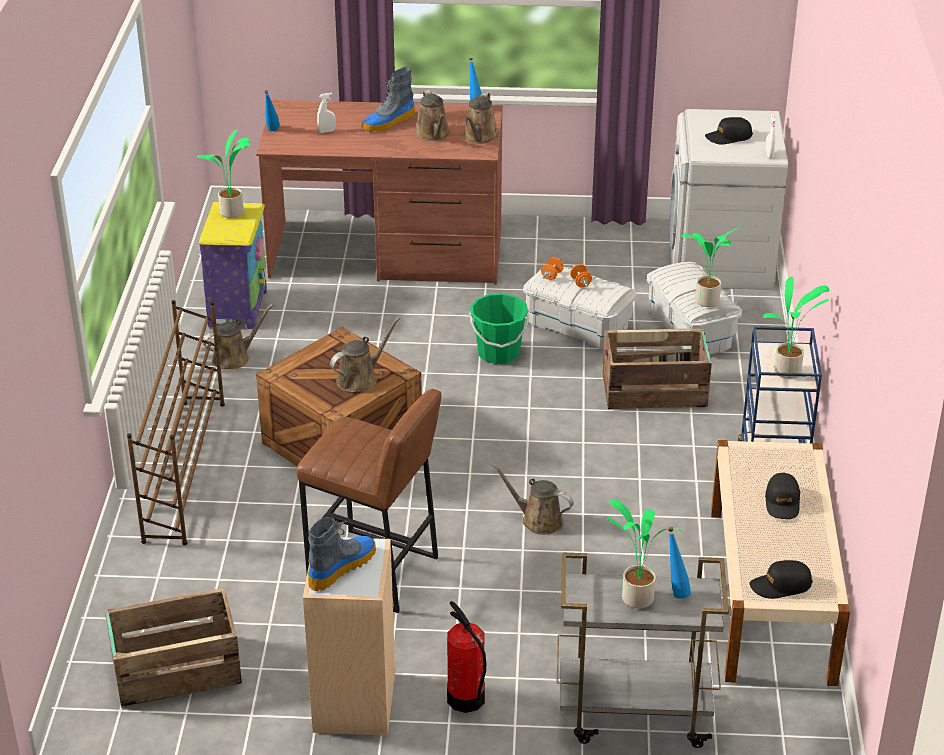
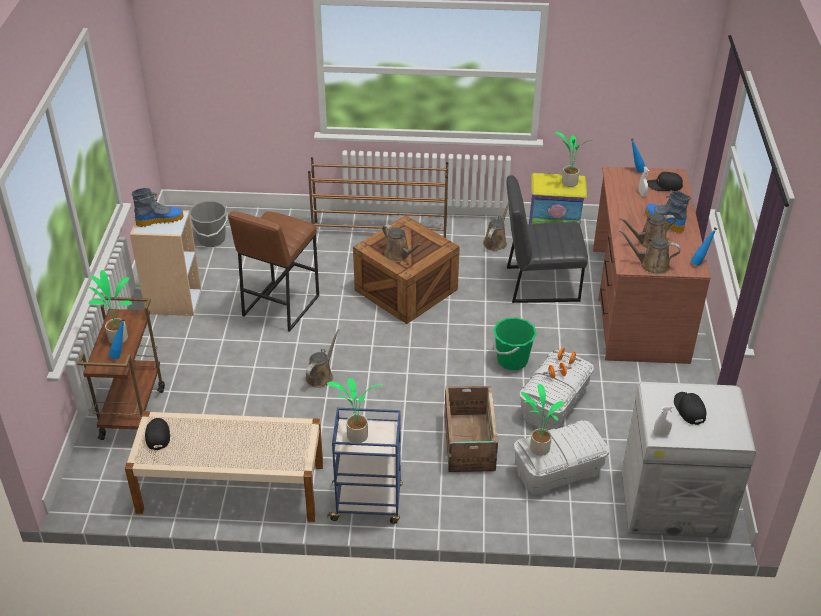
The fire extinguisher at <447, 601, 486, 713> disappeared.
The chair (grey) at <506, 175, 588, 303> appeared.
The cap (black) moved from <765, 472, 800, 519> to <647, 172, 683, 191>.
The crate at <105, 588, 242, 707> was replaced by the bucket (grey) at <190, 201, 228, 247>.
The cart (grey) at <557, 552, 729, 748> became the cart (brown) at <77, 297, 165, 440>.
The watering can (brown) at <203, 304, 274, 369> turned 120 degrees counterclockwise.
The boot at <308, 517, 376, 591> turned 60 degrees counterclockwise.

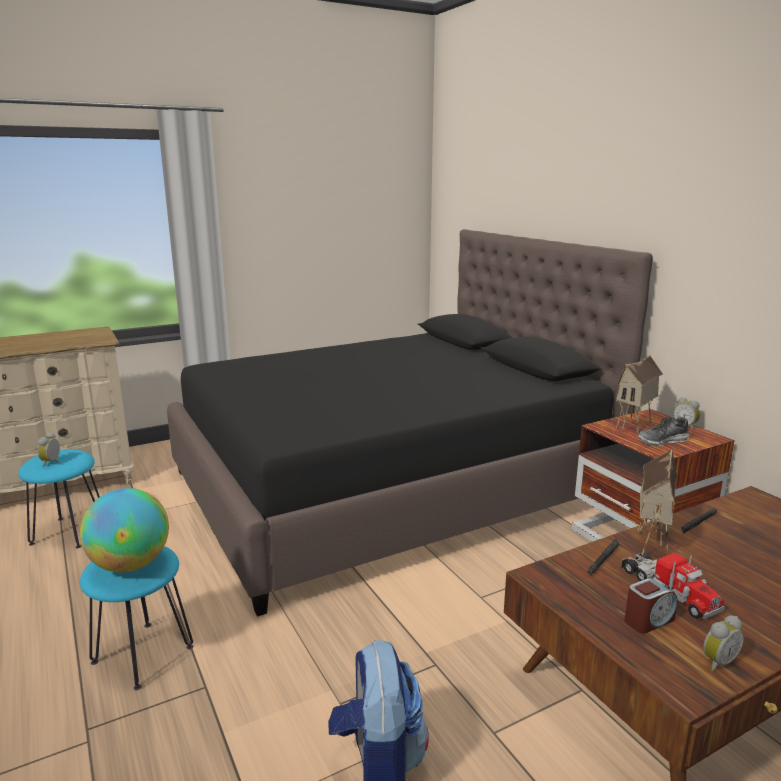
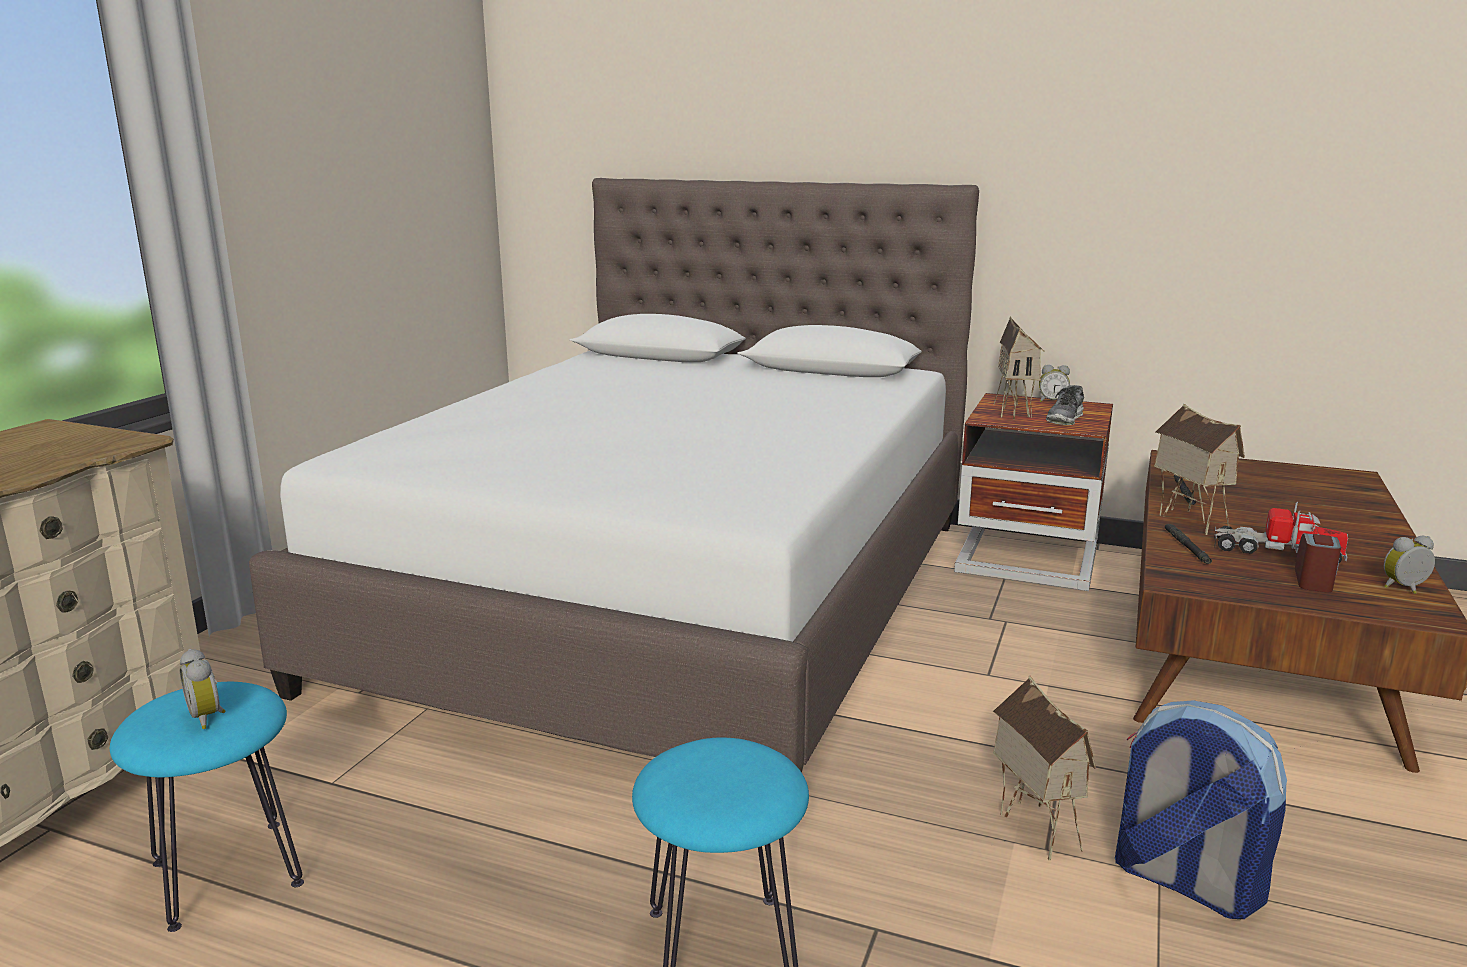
The globe at <80, 488, 169, 572> disappeared.
The toy house at <993, 676, 1096, 860> appeared.
The bed (black) at <167, 229, 653, 617> became the bed (white) at <249, 178, 979, 772>.
The alarm clock at <703, 616, 744, 672> turned 120 degrees counterclockwise.

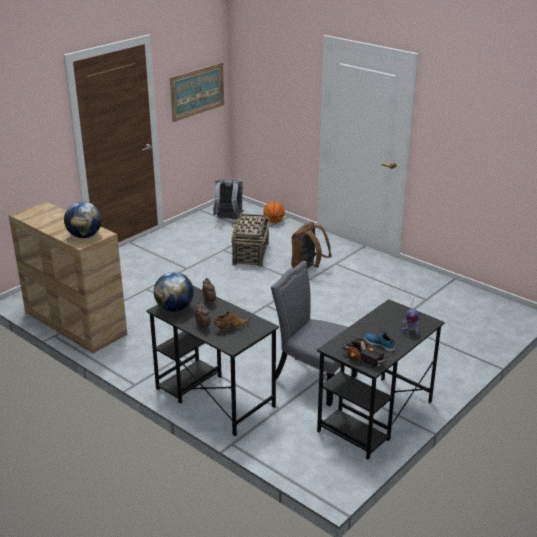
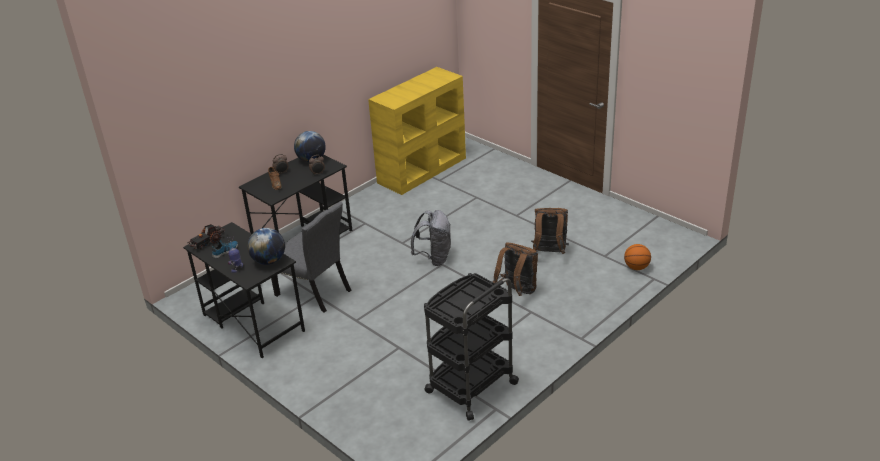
The picture at <170, 62, 224, 122> disappeared.
The cart (black) at <424, 273, 519, 421> appeared.
The globe moved from <64, 201, 102, 238> to <247, 228, 285, 265>.
The backpack (grey) moved from <213, 179, 244, 219> to <411, 210, 451, 266>.
The basket at <231, 211, 270, 267> was replaced by the backpack (brown) at <531, 208, 569, 254>.
The bookcase (brown) at <8, 201, 127, 353> became the bookcase (yellow) at <368, 67, 466, 195>.
The chair (grey) at <271, 261, 357, 406> turned 90 degrees clockwise.

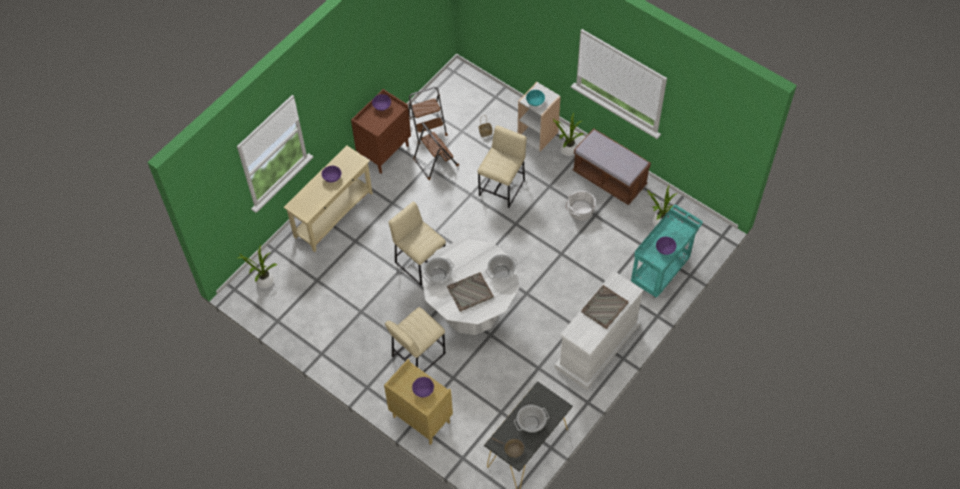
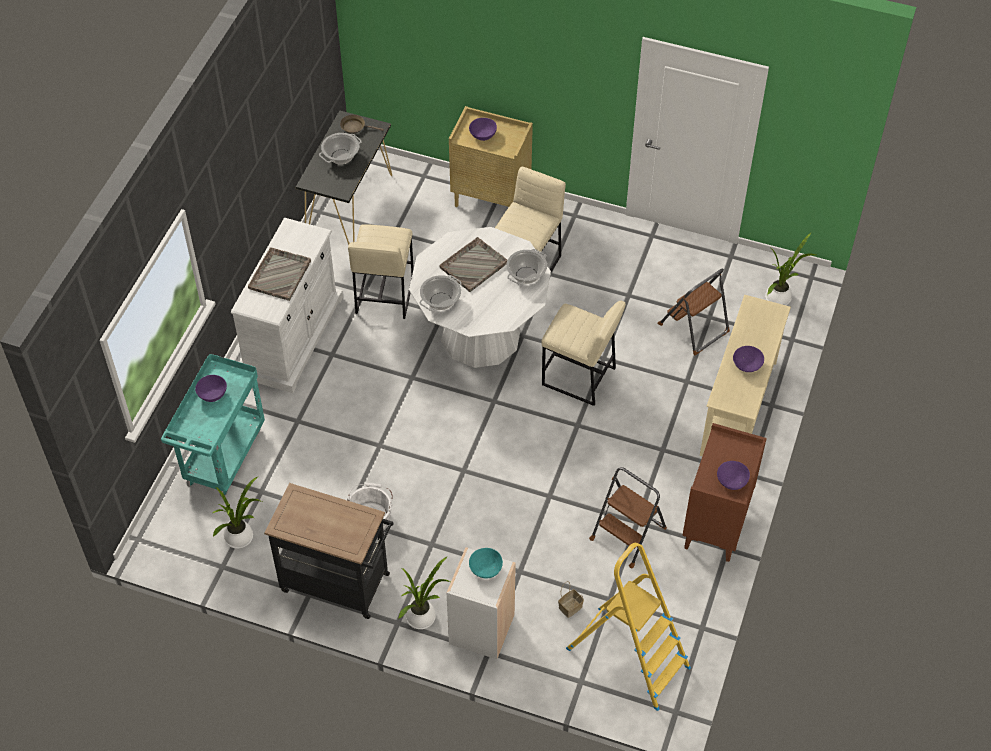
The step ladder (yellow) at <566, 543, 691, 711> appeared.
The step ladder (brown) moved from <409, 87, 448, 145> to <657, 268, 730, 356>.
The chair (beige) moved from <477, 125, 527, 208> to <348, 224, 414, 319>.
The bench (brown) at <572, 128, 651, 205> was replaced by the cart (black) at <264, 483, 394, 619>.

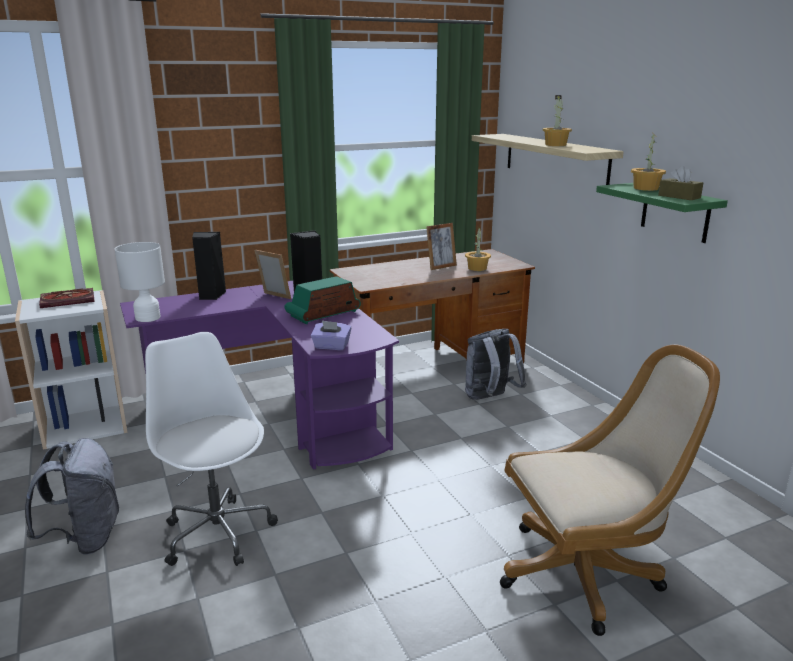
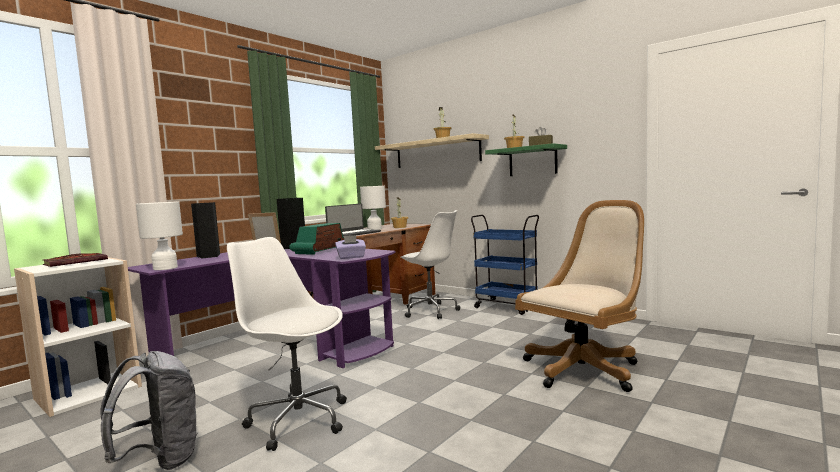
The laptop at <325, 203, 381, 237> appeared.
The cart (blue) at <471, 215, 539, 315> appeared.
The picture frame at <426, 223, 457, 270> was replaced by the table lamp (white) at <360, 186, 386, 230>.
The backpack (grey) at <465, 329, 526, 400> was replaced by the office chair (white) at <401, 210, 461, 319>.

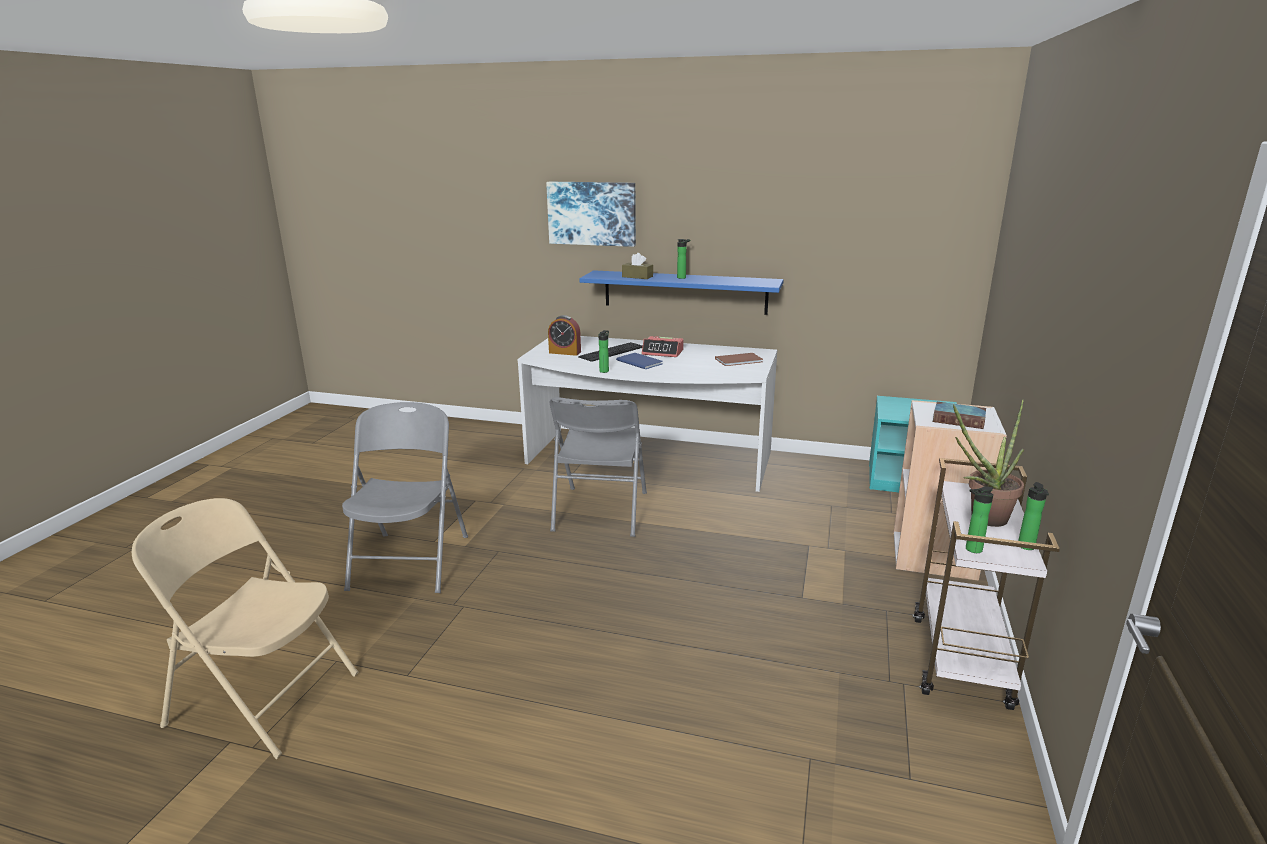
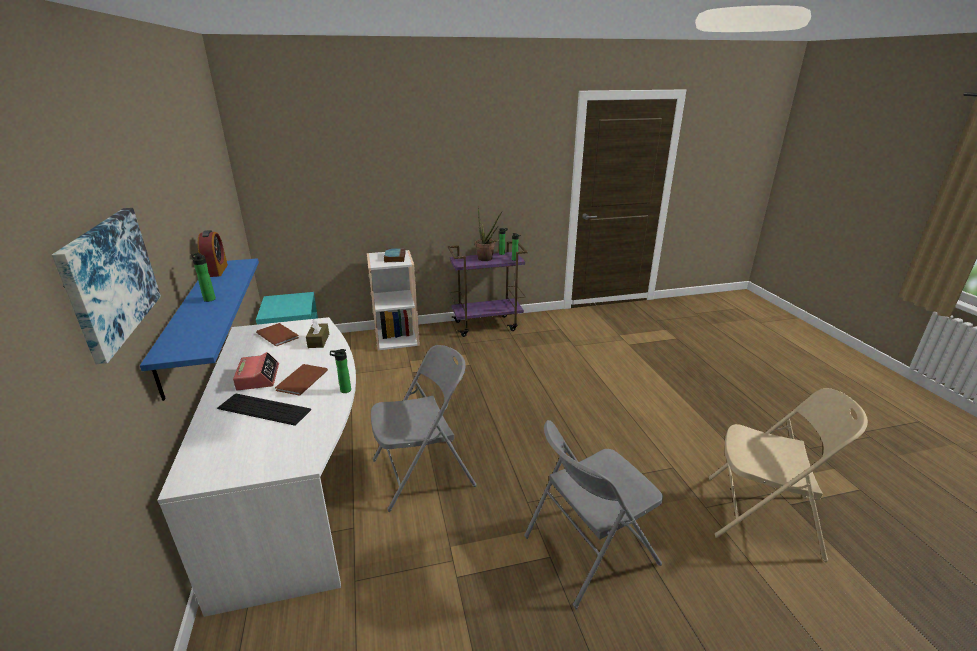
The alarm clock moved from <548, 315, 581, 356> to <198, 230, 228, 277>.
The tissue box (brown) moved from <622, 253, 653, 279> to <306, 319, 329, 348>.
The book (blue) at <616, 353, 663, 369> became the book (brown) at <275, 364, 328, 396>.
The cart (white) at <913, 458, 1060, 710> became the cart (purple) at <448, 241, 528, 337>.
The chair (beige) at <132, 498, 358, 759> turned 60 degrees counterclockwise.

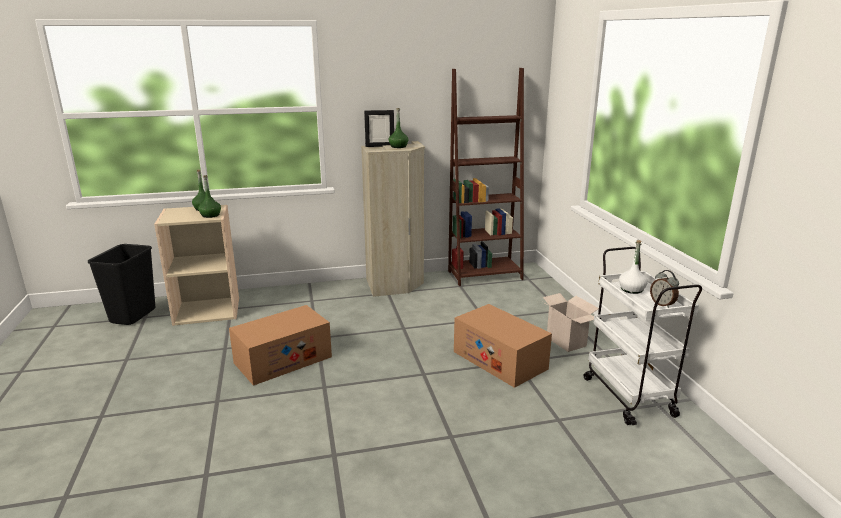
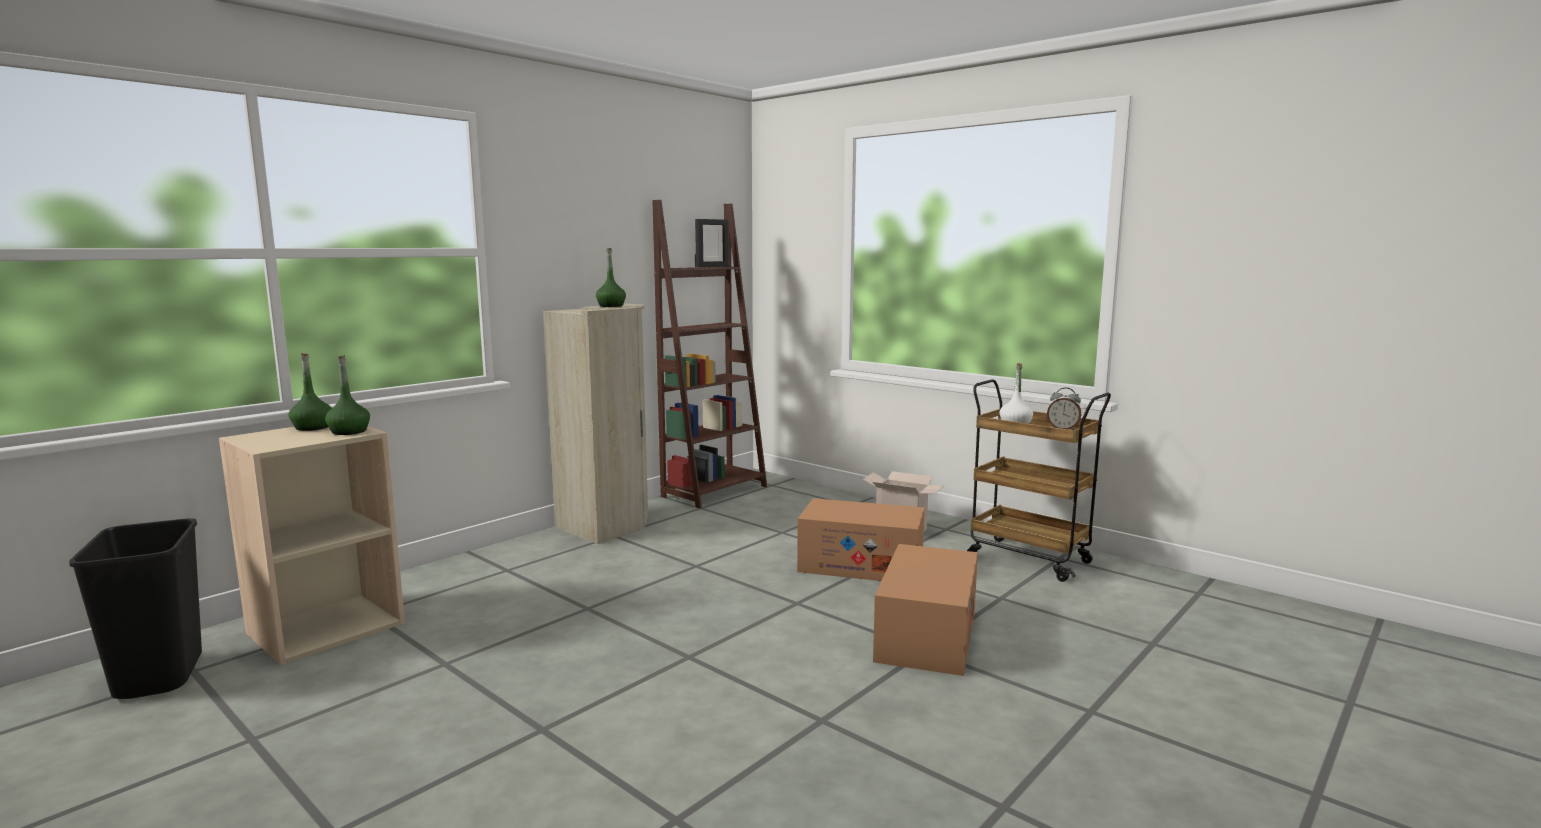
The cardboard box moved from <229, 305, 332, 386> to <873, 544, 978, 676>.
The picture frame moved from <364, 110, 394, 147> to <695, 219, 729, 267>.
The cart (white) at <584, 247, 702, 425> became the cart (brown) at <967, 379, 1111, 582>.

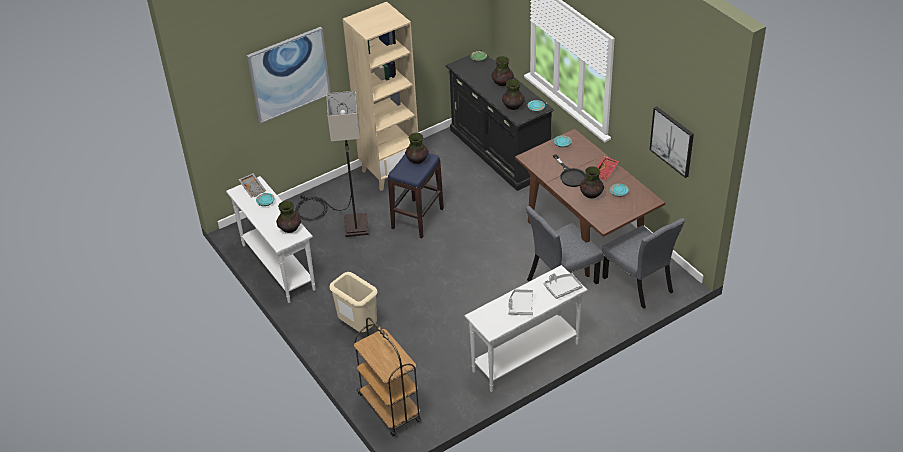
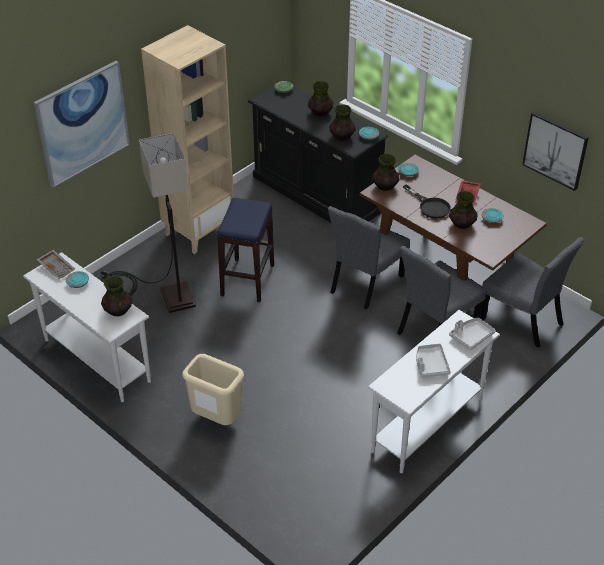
The cart (brown) at <354, 318, 421, 436> disappeared.
The chair (grey) at <328, 206, 410, 310> appeared.
The vase moved from <405, 133, 429, 164> to <373, 154, 399, 191>.

